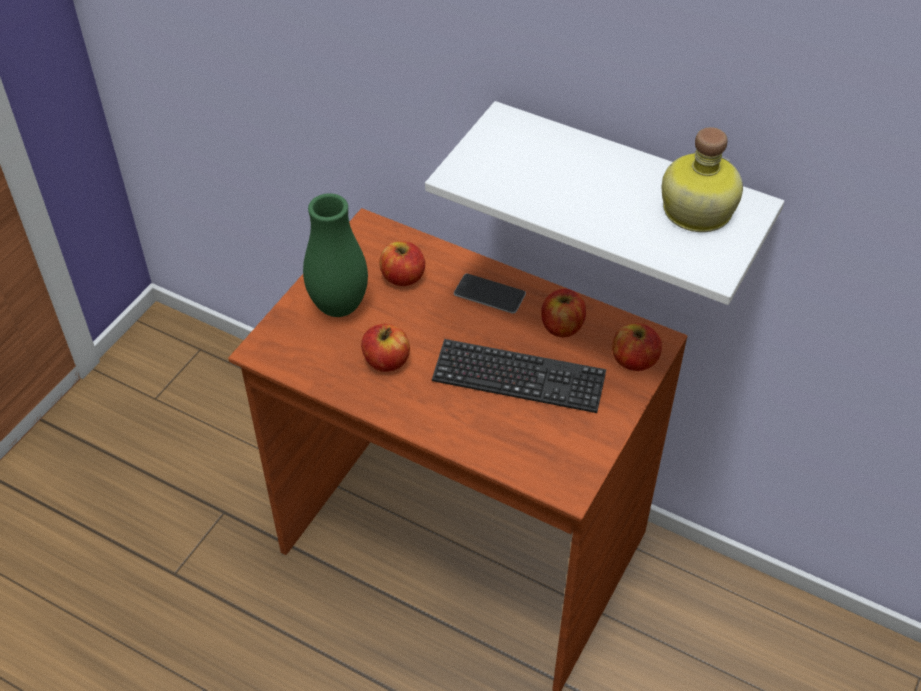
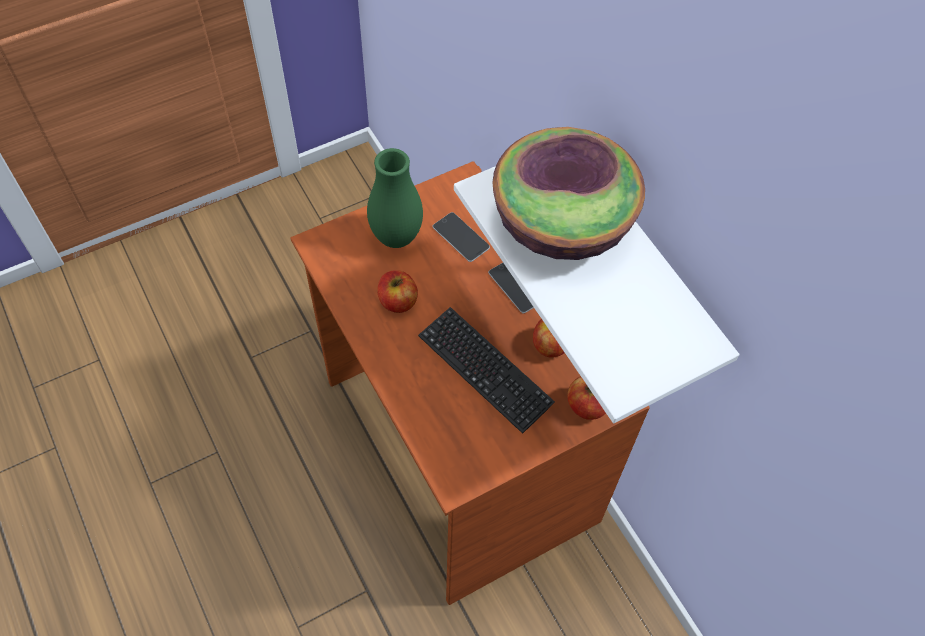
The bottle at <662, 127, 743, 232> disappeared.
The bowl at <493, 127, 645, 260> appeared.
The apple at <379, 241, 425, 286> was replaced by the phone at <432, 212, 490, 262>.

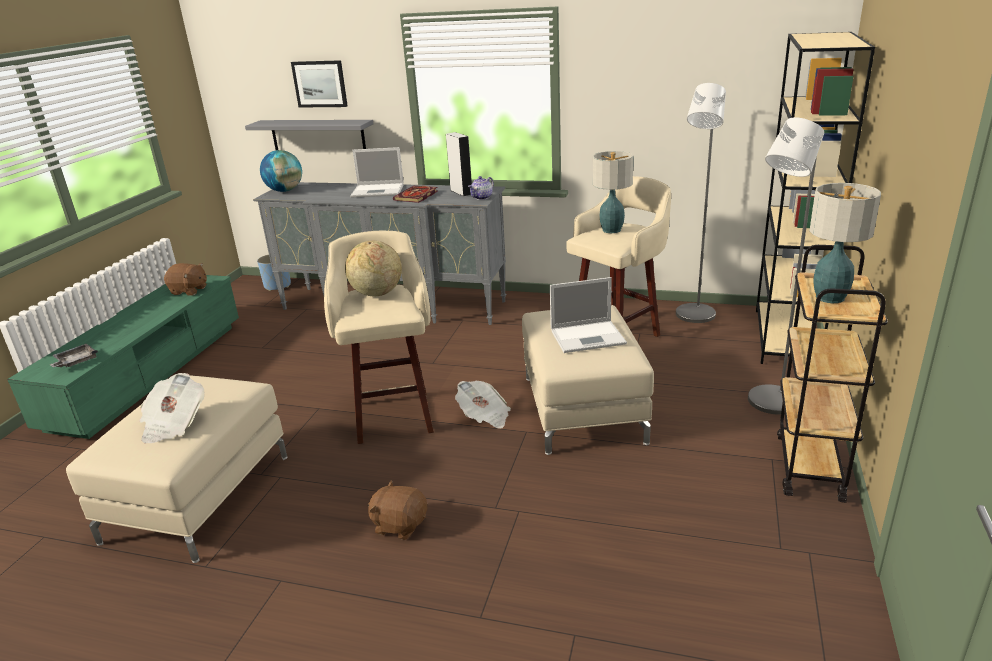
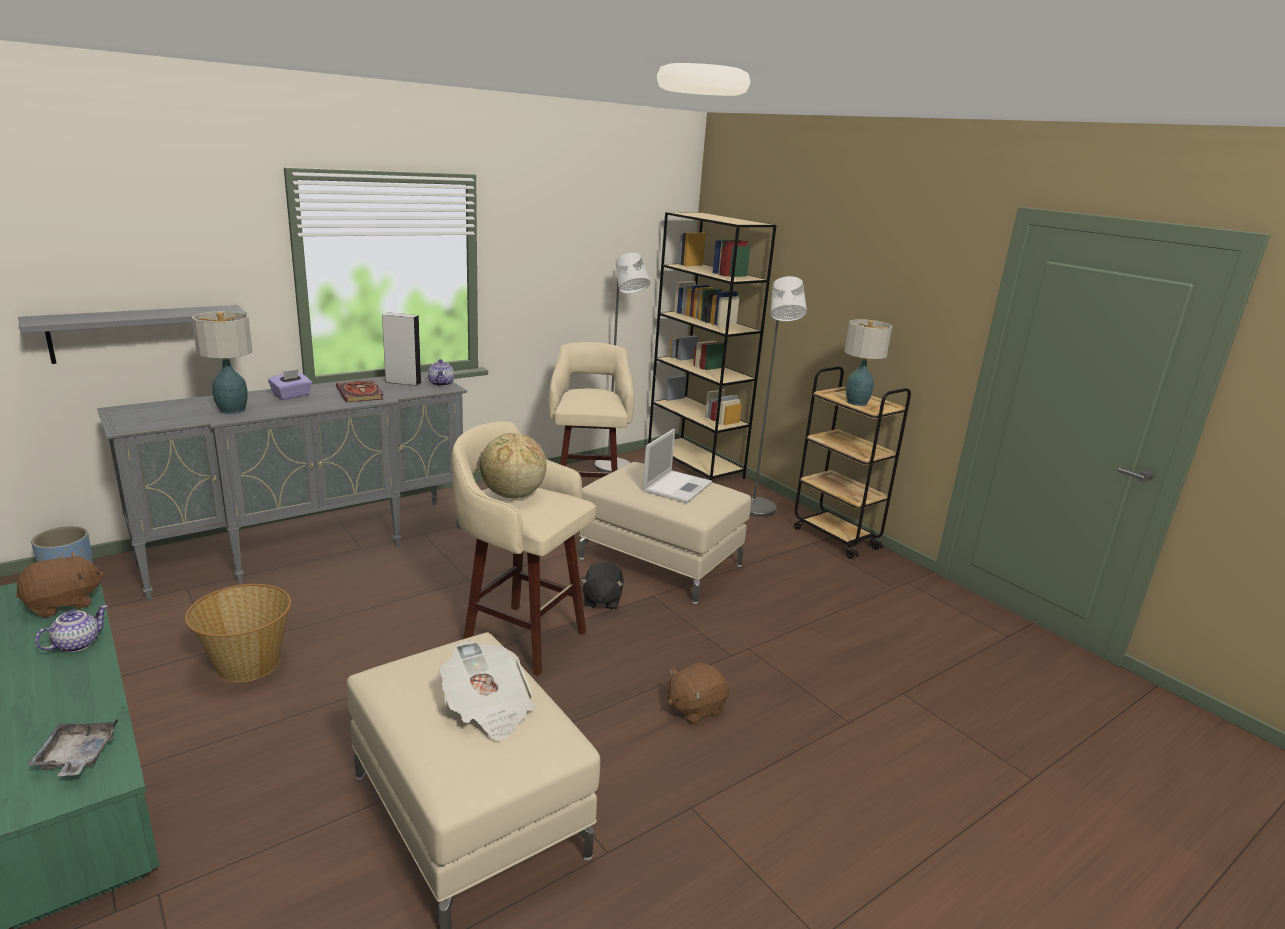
The globe at <260, 150, 302, 192> disappeared.
The picture at <291, 60, 348, 108> disappeared.
The teapot at <35, 605, 108, 652> appeared.
The basket at <185, 584, 291, 683> appeared.
The table lamp moved from <593, 151, 633, 233> to <192, 311, 252, 414>.
The laptop at <350, 147, 404, 198> was replaced by the tissue box (purple) at <268, 369, 312, 400>.
The newspaper at <455, 381, 511, 429> was replaced by the plush toy (black) at <581, 563, 624, 610>.

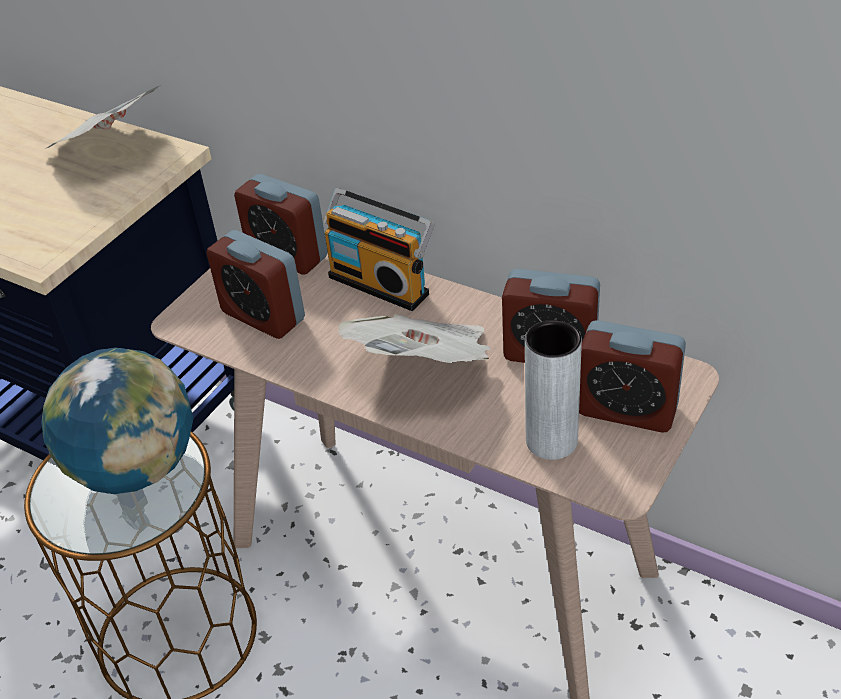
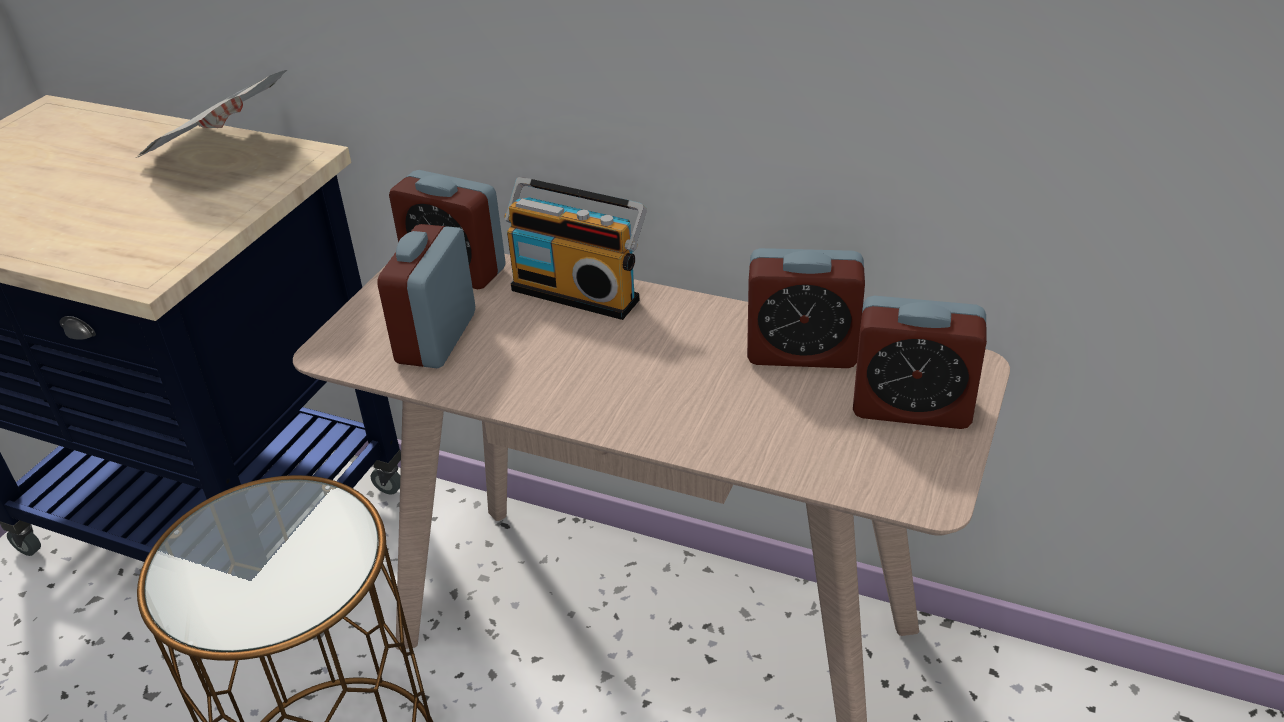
The globe at <41, 348, 194, 494> disappeared.
The newspaper at <338, 314, 491, 363> disappeared.
The vase (grey) at <525, 320, 582, 460> disappeared.
The alarm clock at <206, 230, 305, 339> turned 75 degrees clockwise.

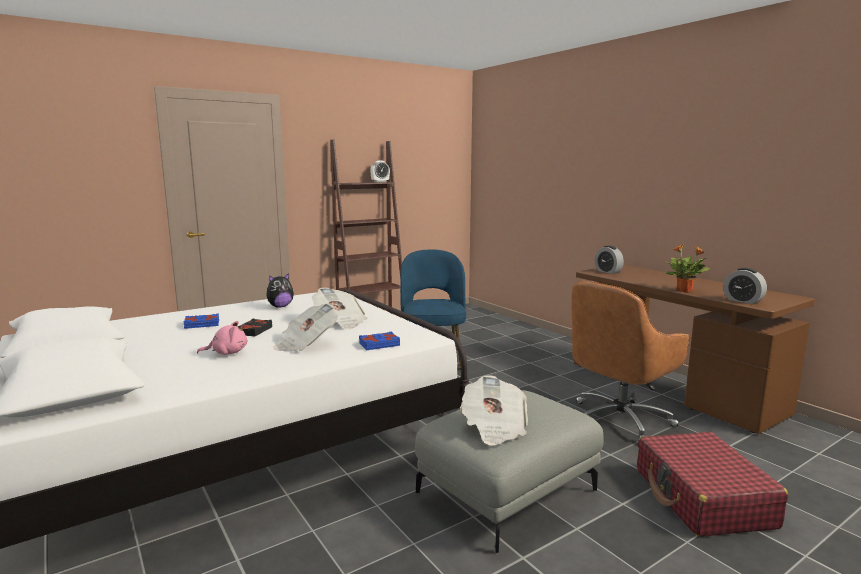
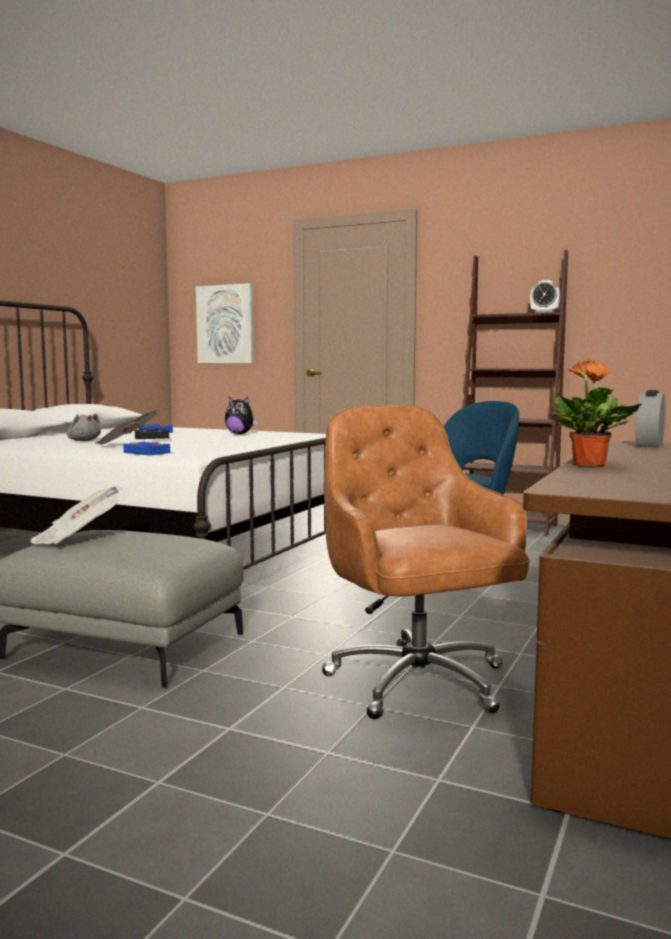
The newspaper at <311, 288, 367, 329> disappeared.
The suitcase (red) at <637, 432, 788, 537> disappeared.
The alarm clock at <723, 268, 767, 304> disappeared.
The picture at <196, 283, 253, 363> appeared.
The plush toy (pink) at <197, 321, 247, 355> became the plush toy (grey) at <67, 413, 101, 441>.
The office chair (brown) at <571, 281, 690, 441> turned 45 degrees clockwise.

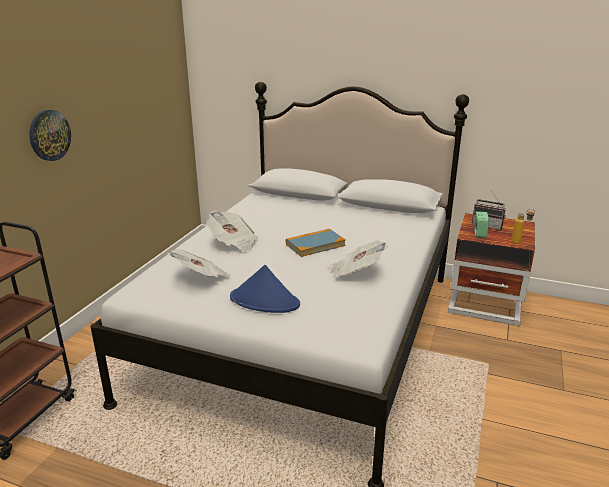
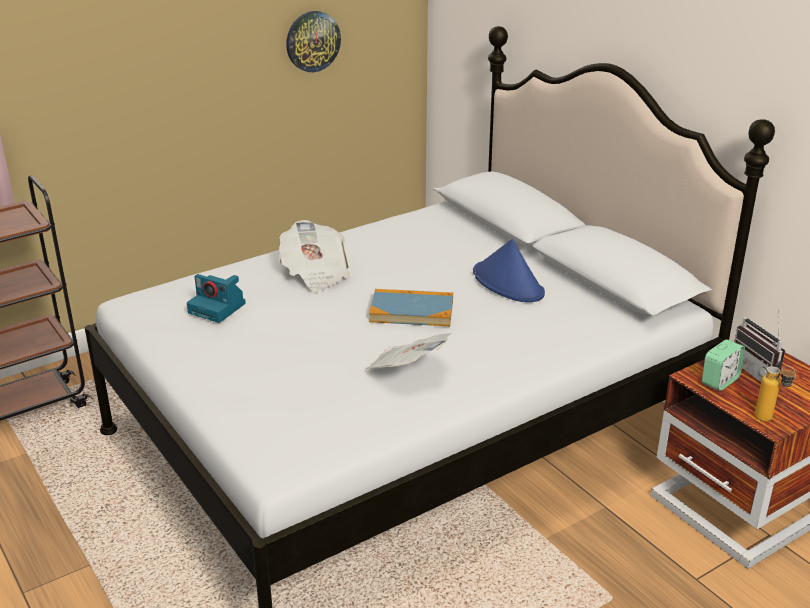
The wall clock moved from <29, 110, 71, 161> to <286, 11, 341, 72>.
The hat (blue) moved from <230, 265, 300, 313> to <473, 239, 545, 302>.
The newspaper at <167, 250, 231, 277> was replaced by the photo camera at <187, 274, 246, 323>.

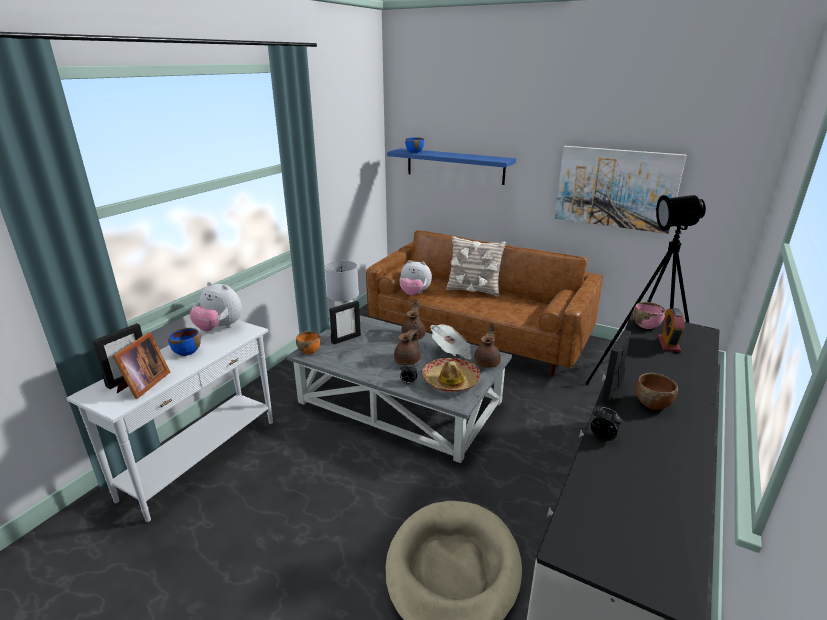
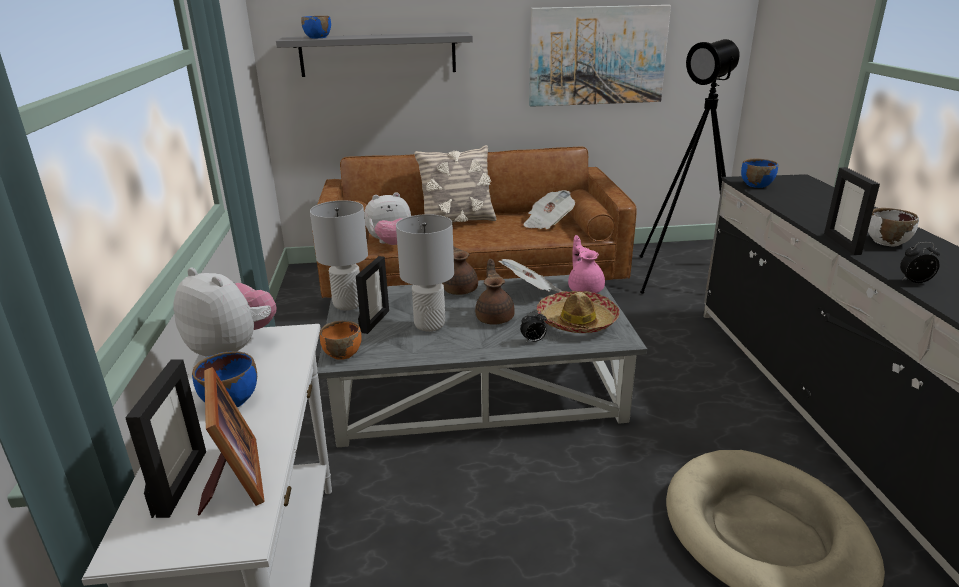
The alarm clock at <658, 308, 684, 352> disappeared.
The table lamp (grey) at <396, 214, 454, 332> appeared.
The newspaper at <523, 190, 575, 229> appeared.
The shelf (blue) at <387, 148, 516, 185> became the shelf (grey) at <276, 32, 473, 77>.
The teapot (brown) at <474, 323, 501, 368> became the teapot (pink) at <568, 235, 605, 293>.
The bowl (pink) at <633, 302, 666, 329> became the bowl (blue) at <741, 158, 778, 188>.
The bowl (brown) at <636, 373, 678, 410> became the bowl (white) at <868, 208, 919, 246>.
The plush toy at <190, 282, 242, 332> turned 135 degrees counterclockwise.

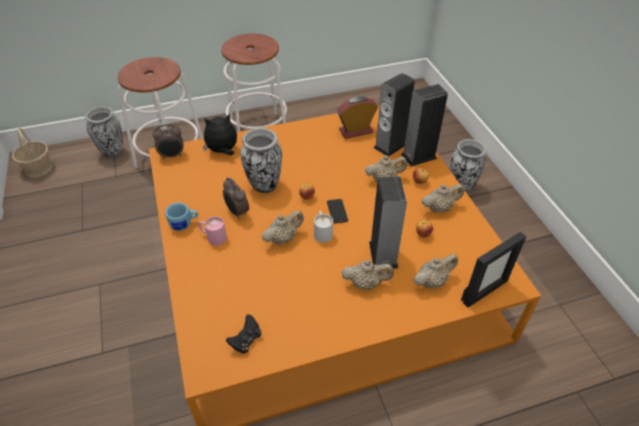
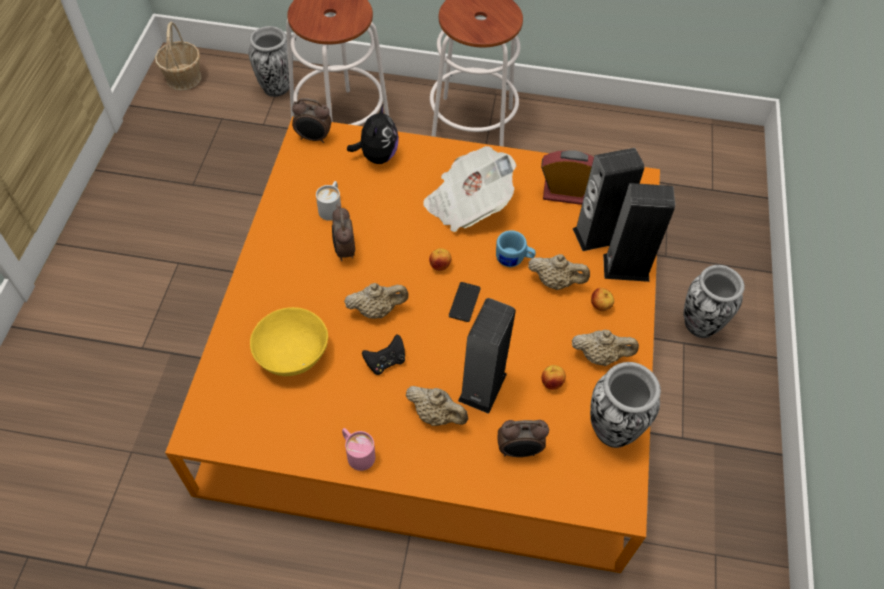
The picture frame at <461, 232, 526, 308> disappeared.
The bowl (yellow) at <250, 307, 328, 376> appeared.
The newspaper at <424, 146, 517, 232> appeared.
The mug (blue) moved from <165, 203, 198, 231> to <496, 230, 536, 267>.
The mug (pink) moved from <199, 216, 227, 245> to <342, 428, 375, 471>.
The game controller (black) moved from <226, 314, 261, 354> to <362, 334, 405, 375>.
The vase moved from <240, 128, 282, 193> to <590, 362, 661, 448>.
The mug (white) moved from <314, 211, 333, 243> to <316, 181, 341, 221>.
The teapot (beige) at <413, 254, 458, 288> was replaced by the alarm clock at <498, 420, 549, 457>.
The plush toy at <203, 113, 237, 155> turned 90 degrees clockwise.

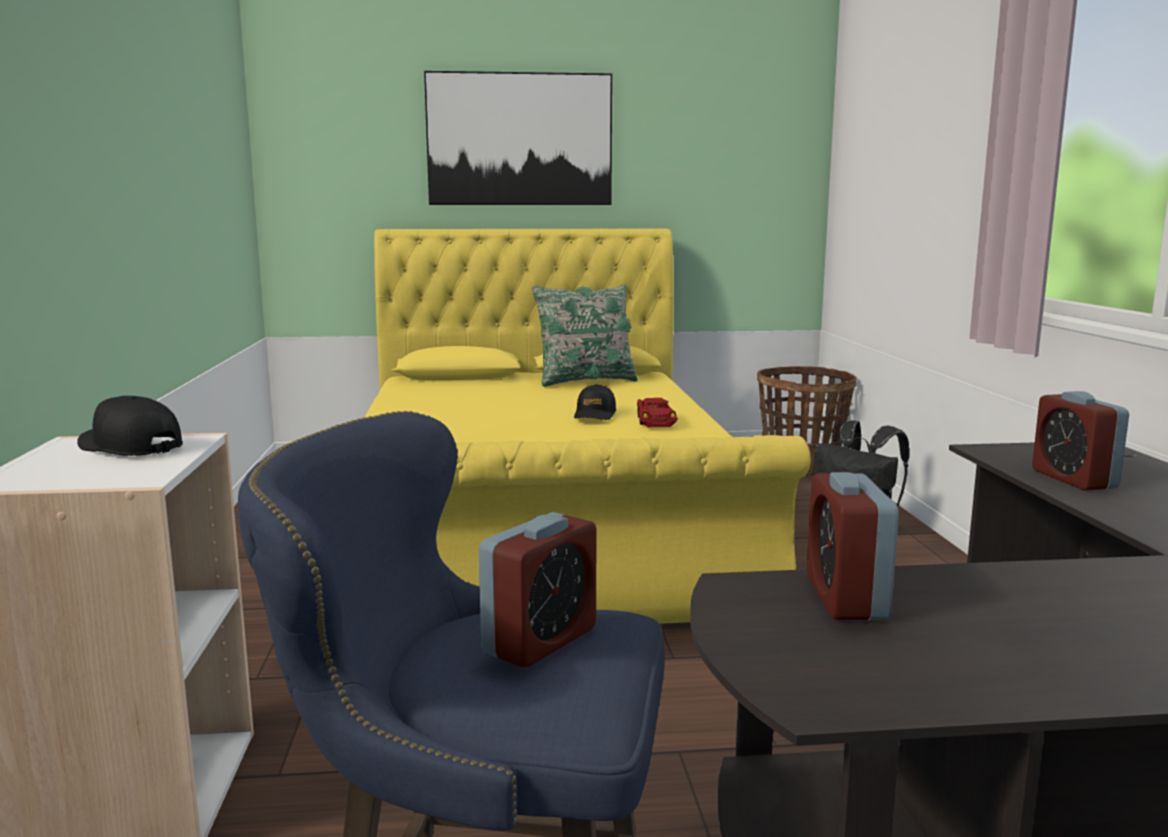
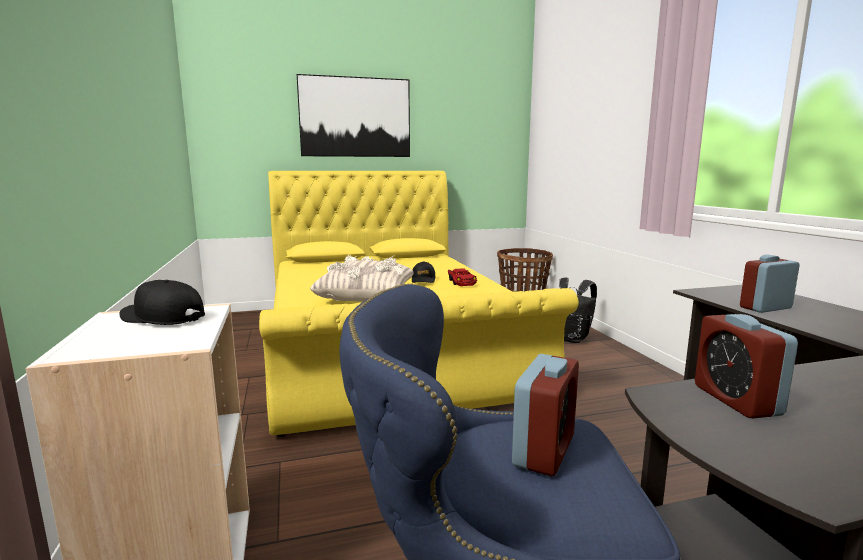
The pillow (green) at <532, 284, 638, 387> disappeared.
The pillow (beige) at <310, 255, 414, 302> appeared.
The alarm clock at <1032, 391, 1129, 491> turned 90 degrees clockwise.

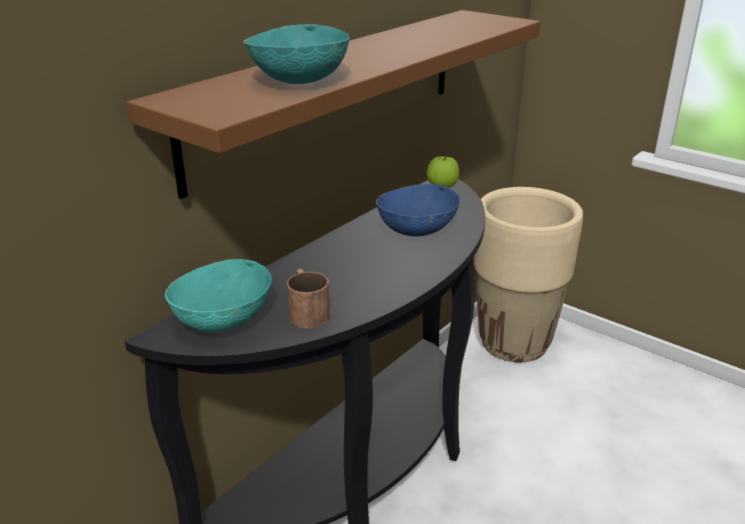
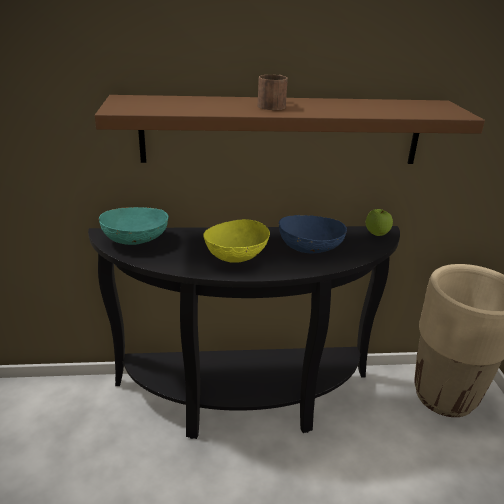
The bowl (turquoise) at <244, 24, 350, 84> disappeared.
The bowl (yellow) at <203, 219, 270, 263> appeared.
The mug (brown) moved from <287, 269, 330, 328> to <258, 75, 288, 110>.

